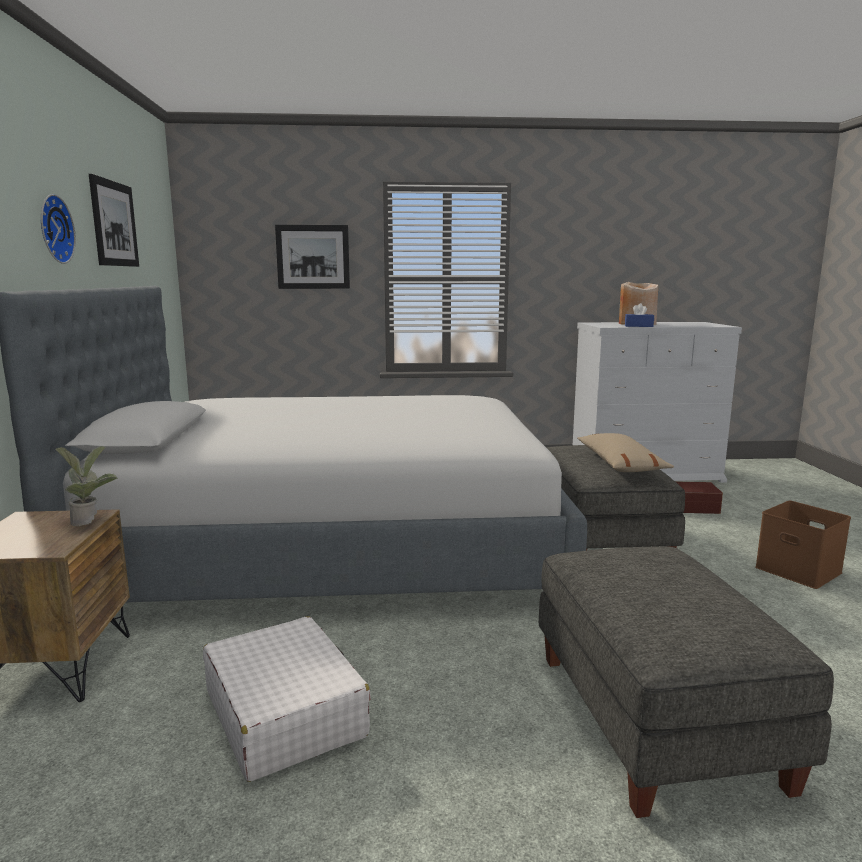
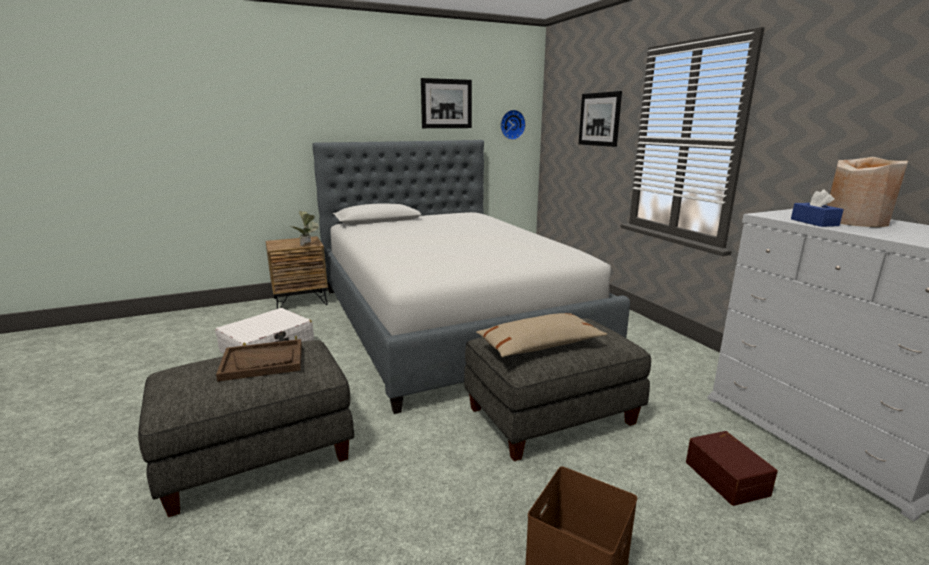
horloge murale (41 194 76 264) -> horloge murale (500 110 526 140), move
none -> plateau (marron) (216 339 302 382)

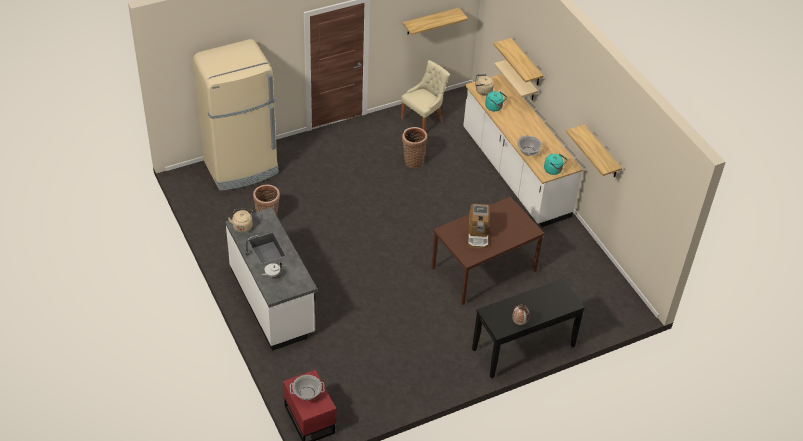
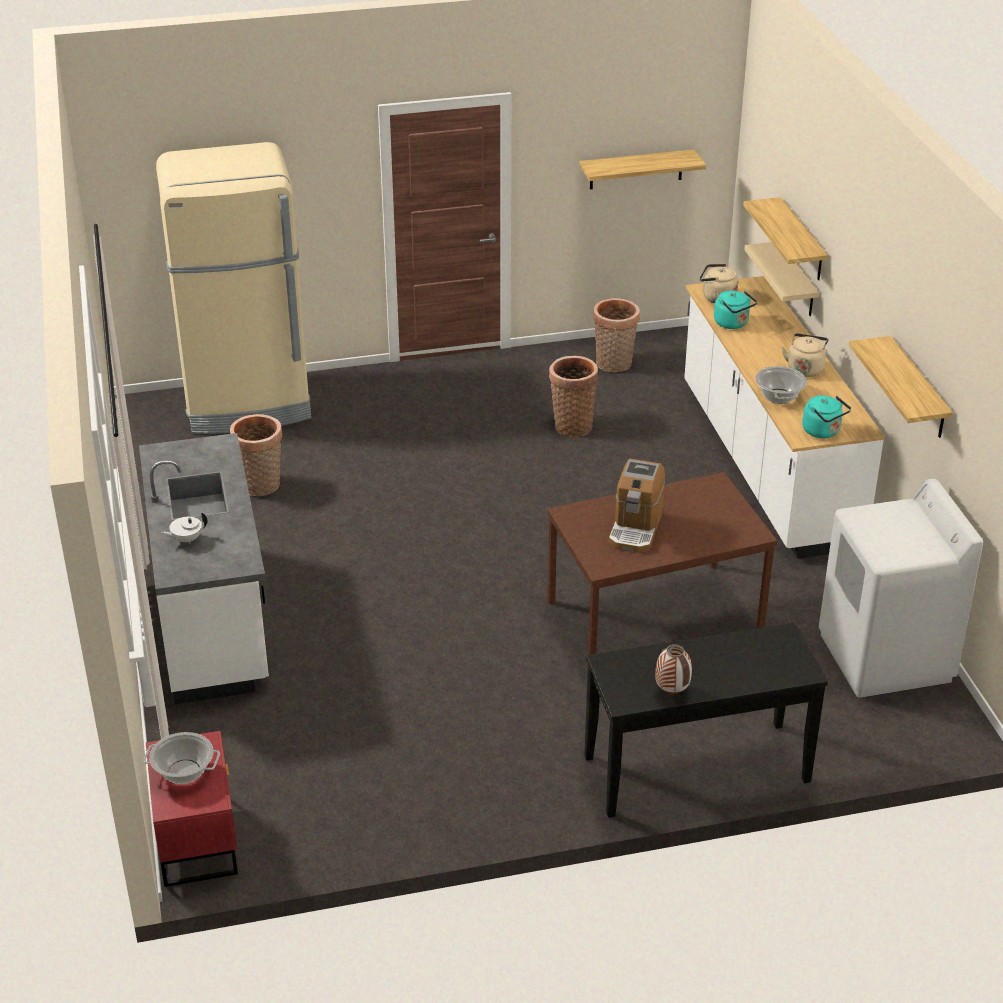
bouilloire (beige) (228 208 253 233) -> bouilloire (beige) (782 333 829 377), move
chaise (beige) (401 60 450 131) -> panier (593 298 640 372)
none -> lave-linge (blanc) (819 479 983 698)

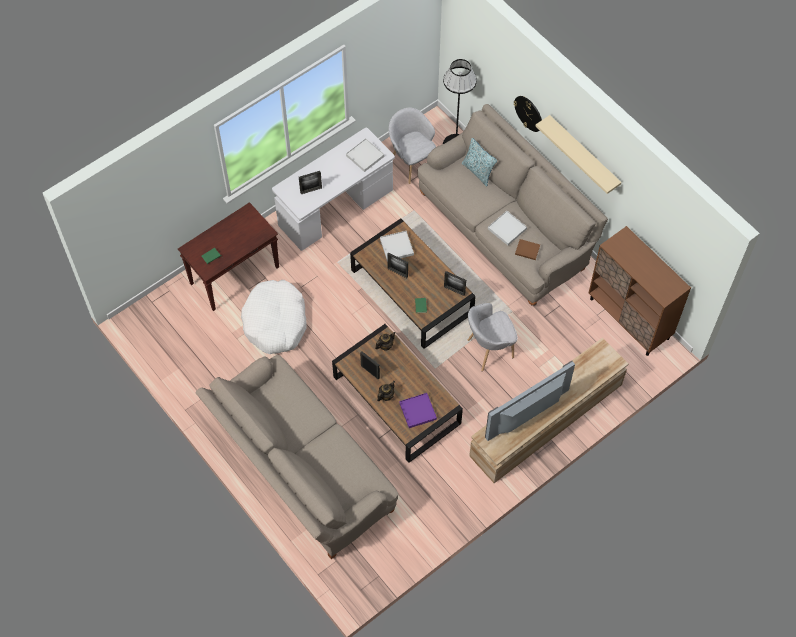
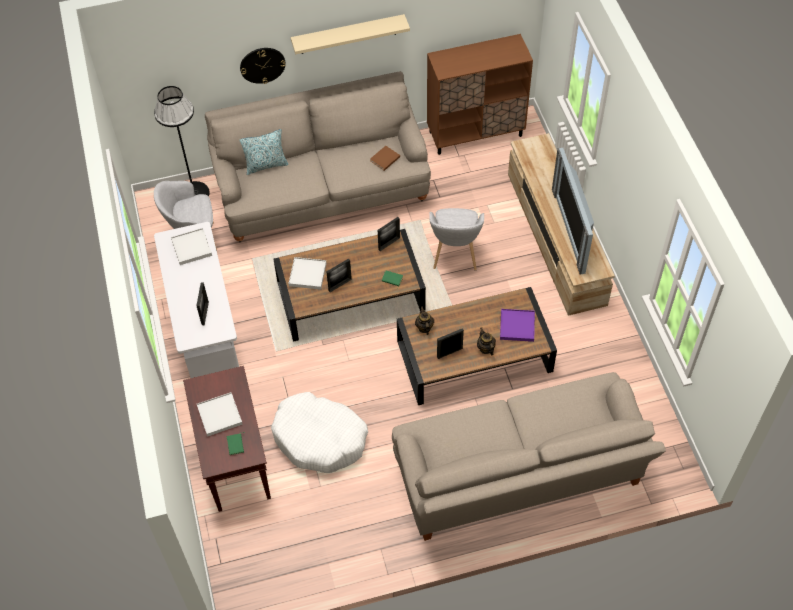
plateau (blanc) (488 211 527 245) -> plateau (blanc) (197 392 243 437), move

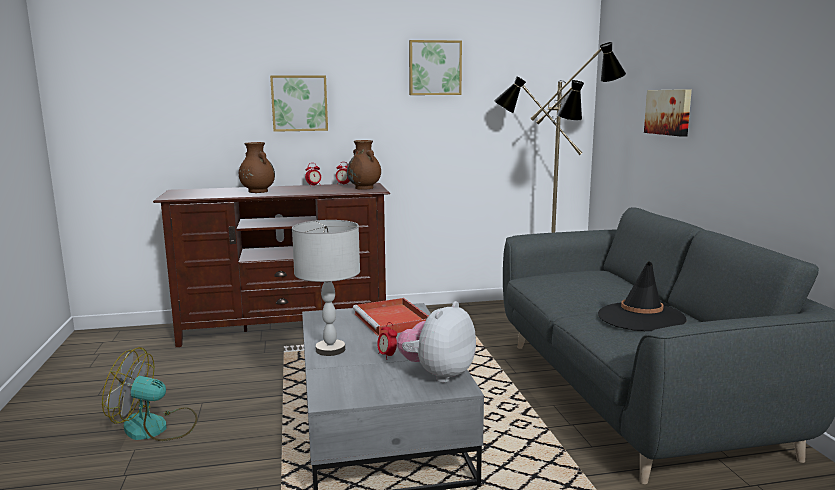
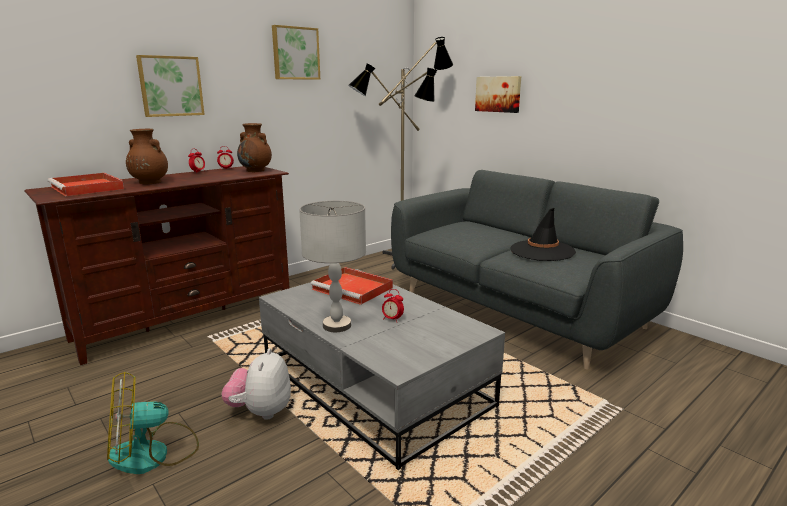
peluche (397 301 476 383) -> peluche (221 348 291 420), move
none -> plateau (rouge) (48 173 124 196)

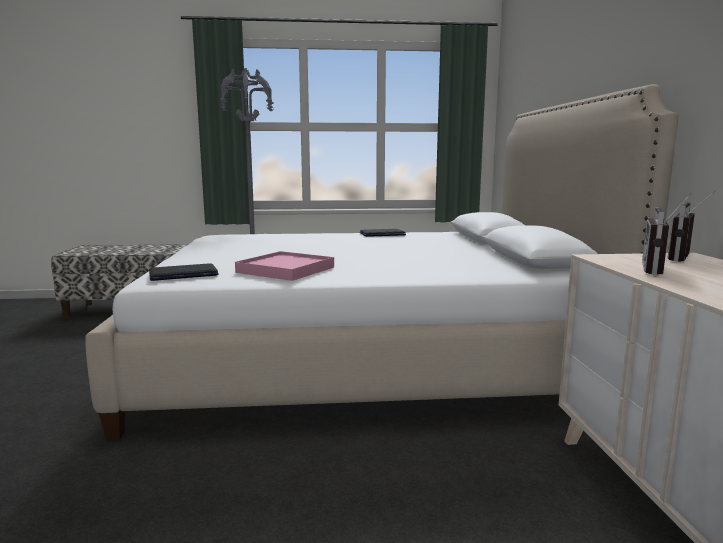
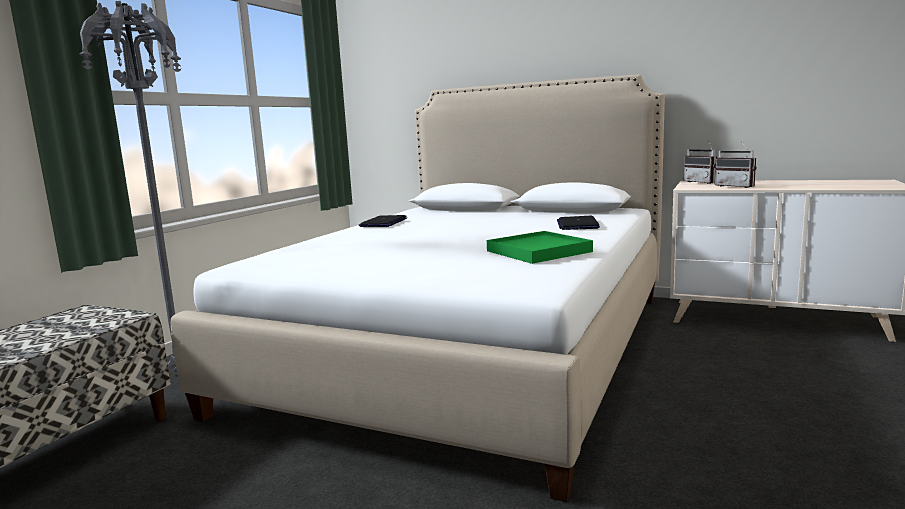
ordinateur portable (149 263 218 281) -> ordinateur portable (557 216 600 230), move
plateau (rose) (235 251 334 281) -> plateau (vert) (487 231 593 264)

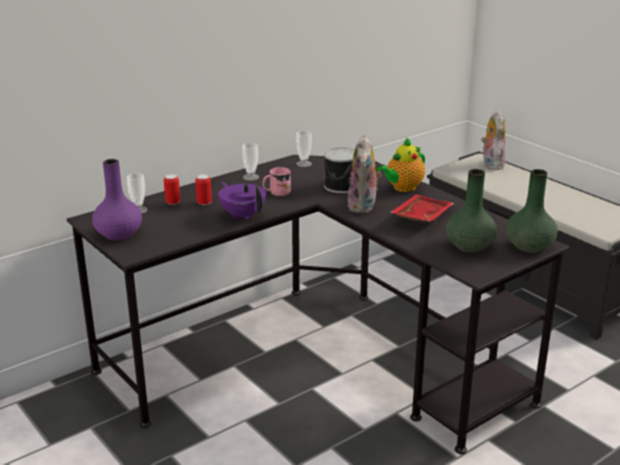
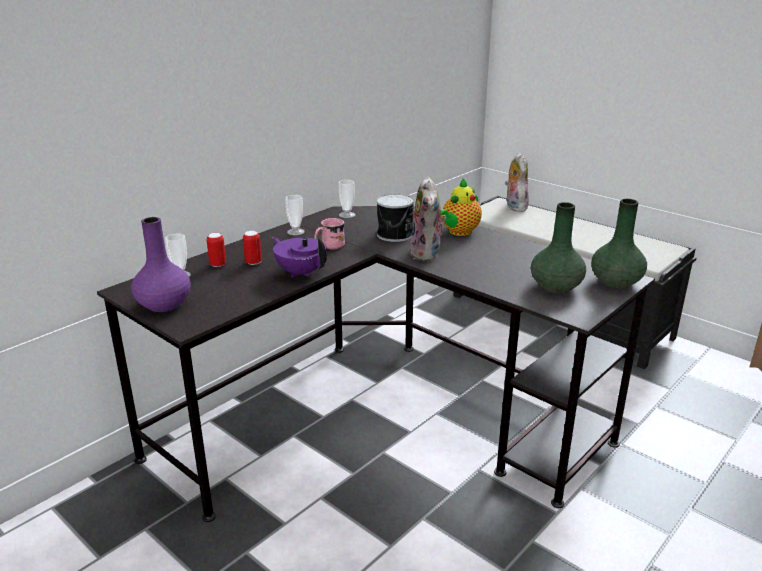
plateau (rouge) (391 194 454 223) -> none

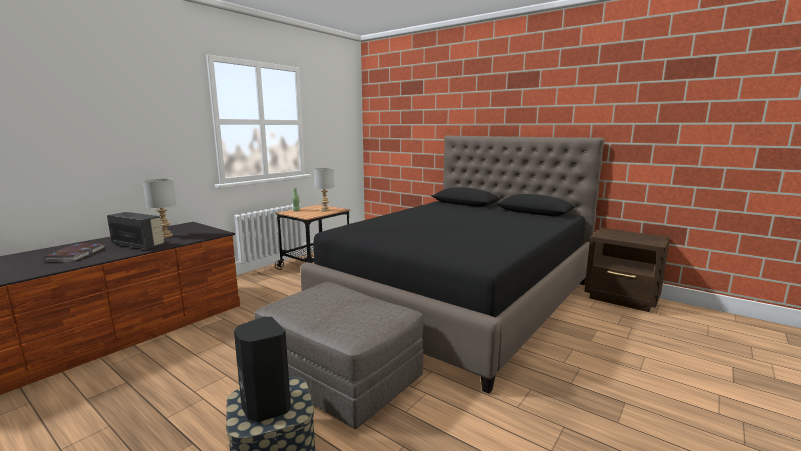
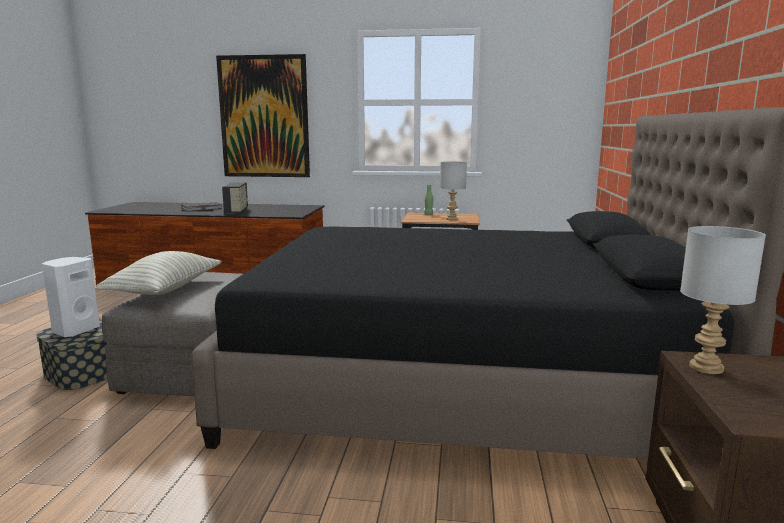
lampe de table (gris) (142 178 176 238) -> lampe de table (gris) (680 226 766 374), move
enceinte (noir) (234 317 291 422) -> enceinte (blanc) (42 257 100 337)
none -> coussin (96 251 222 295)
none -> tableau (216 54 310 177)

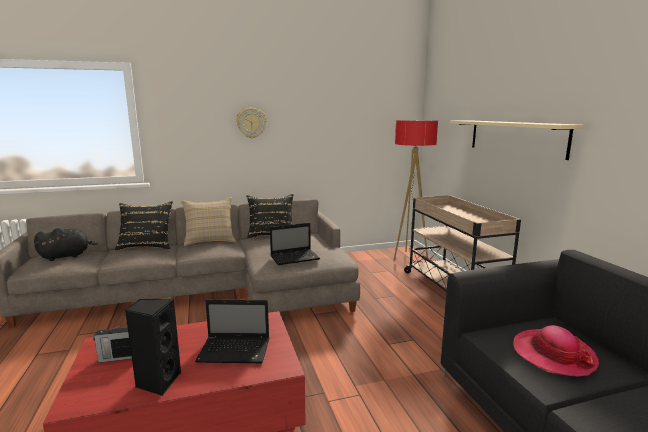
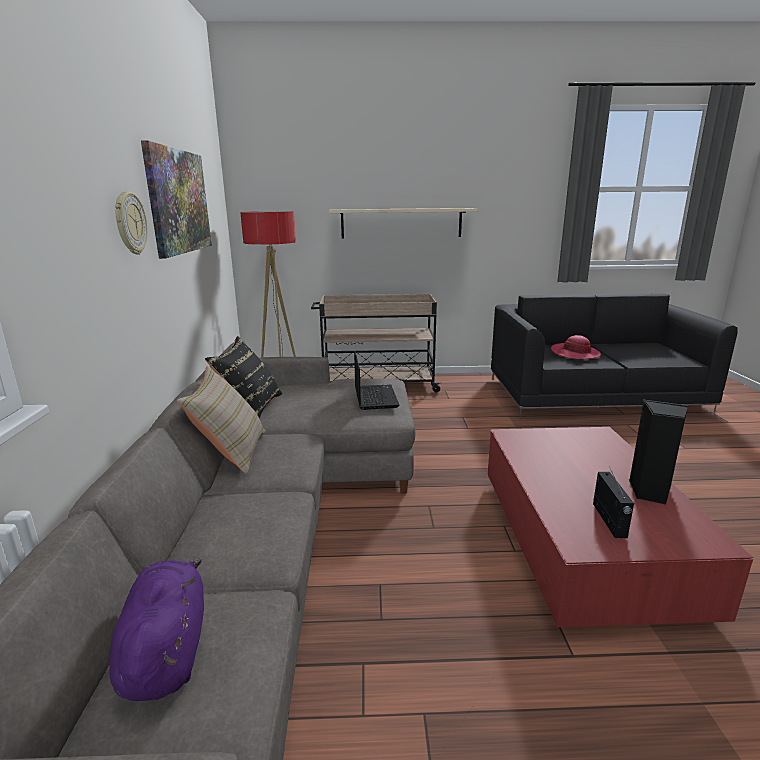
peluche (noir) (34 228 99 261) -> peluche (violet) (109 557 204 701)
coussin (noir) (115 201 173 251) -> none
ordinateur portable (195 299 269 363) -> none
none -> tableau (141 140 212 259)

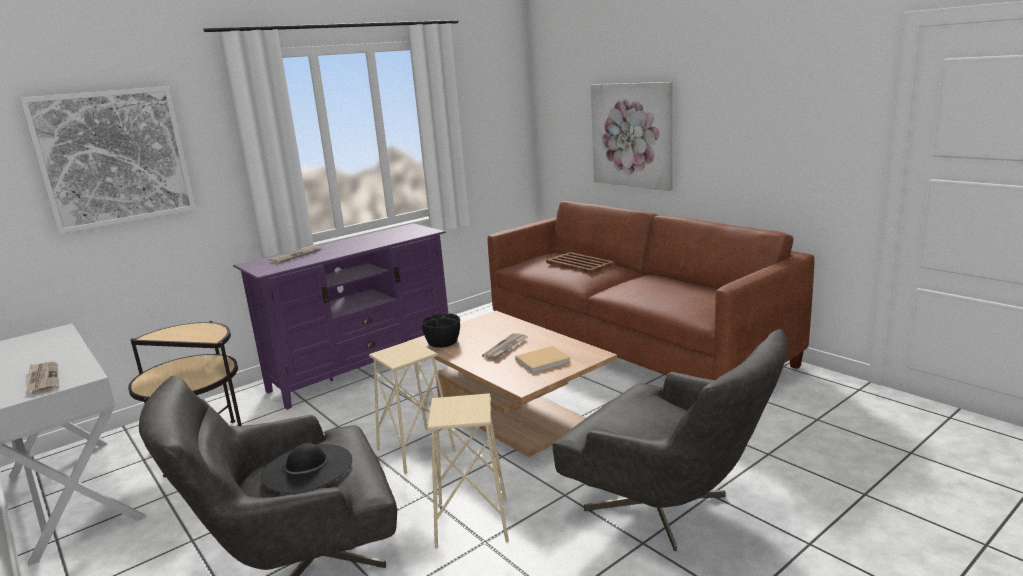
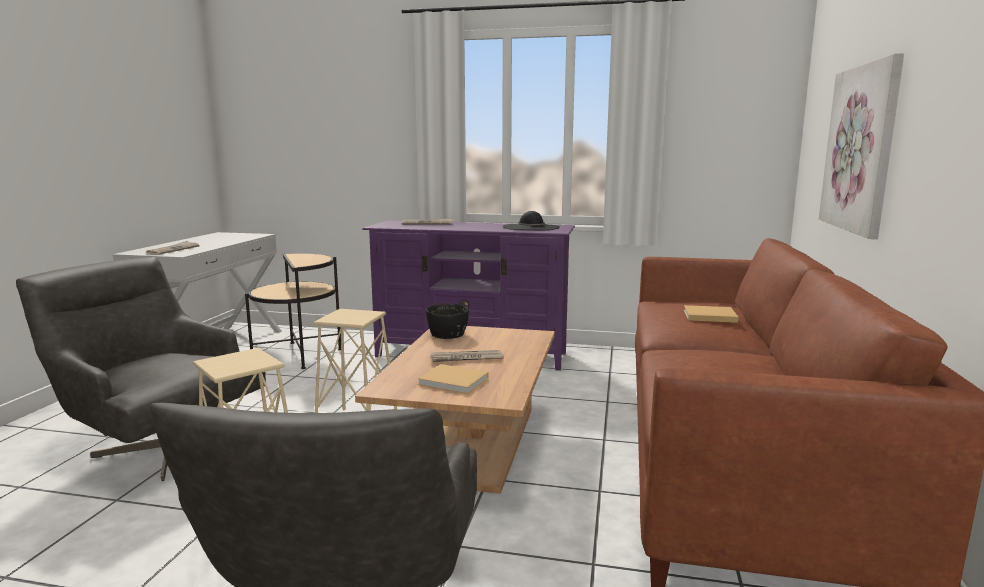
tableau (19 86 196 234) -> none
chapeau (noir) (260 443 352 494) -> chapeau (noir) (503 211 560 231), move
plateau (marron) (546 252 615 274) -> livre (beige) (684 305 738 323)

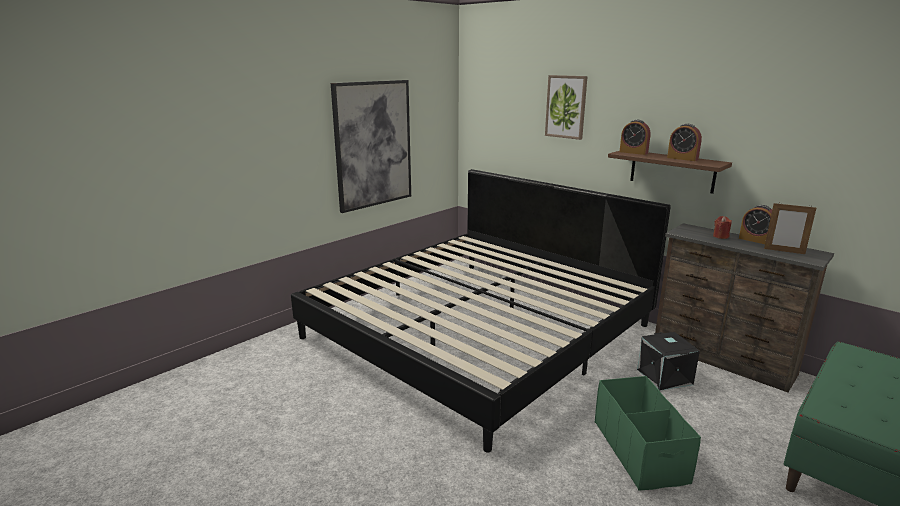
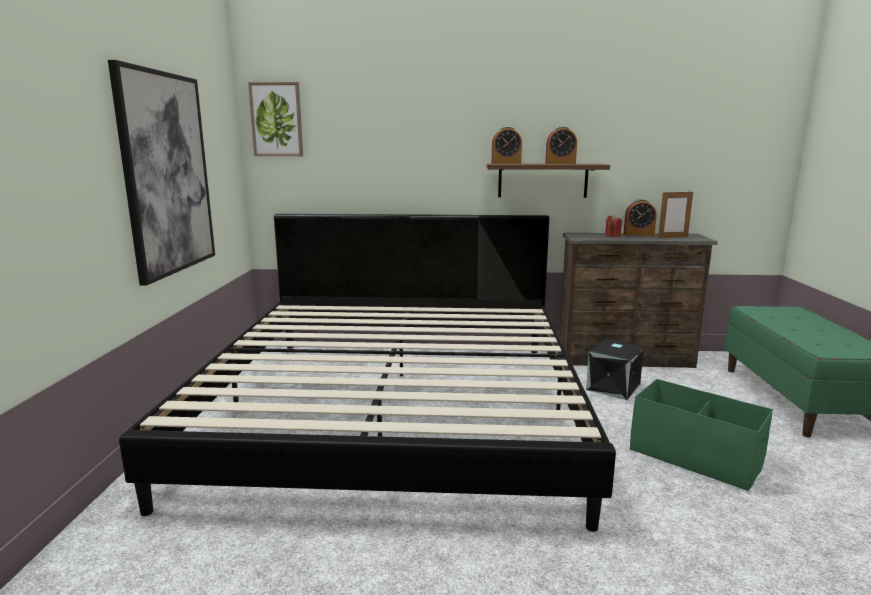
tableau (545 75 588 140) -> tableau (248 82 303 156), move

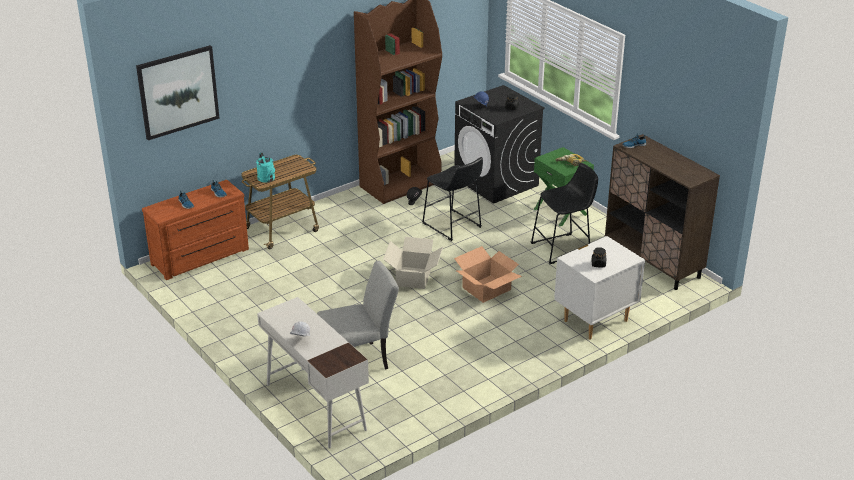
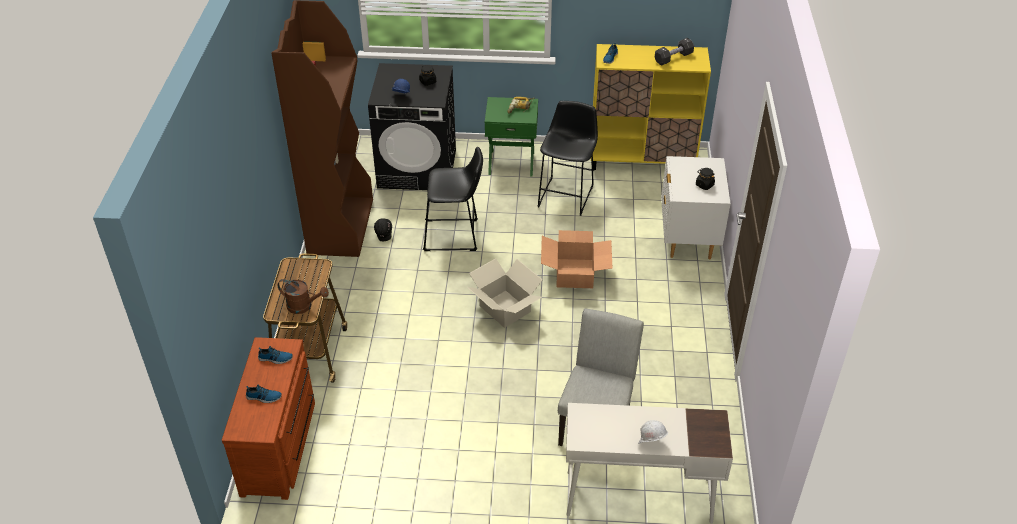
tableau (136 45 220 140) -> none
arrosoir (turquoise) (256 153 275 183) -> arrosoir (marron) (278 279 329 314)
meuble de rangement (marron) (605 134 720 290) -> meuble de rangement (jaune) (591 44 711 170)
none -> haltère (noir) (655 38 694 66)

